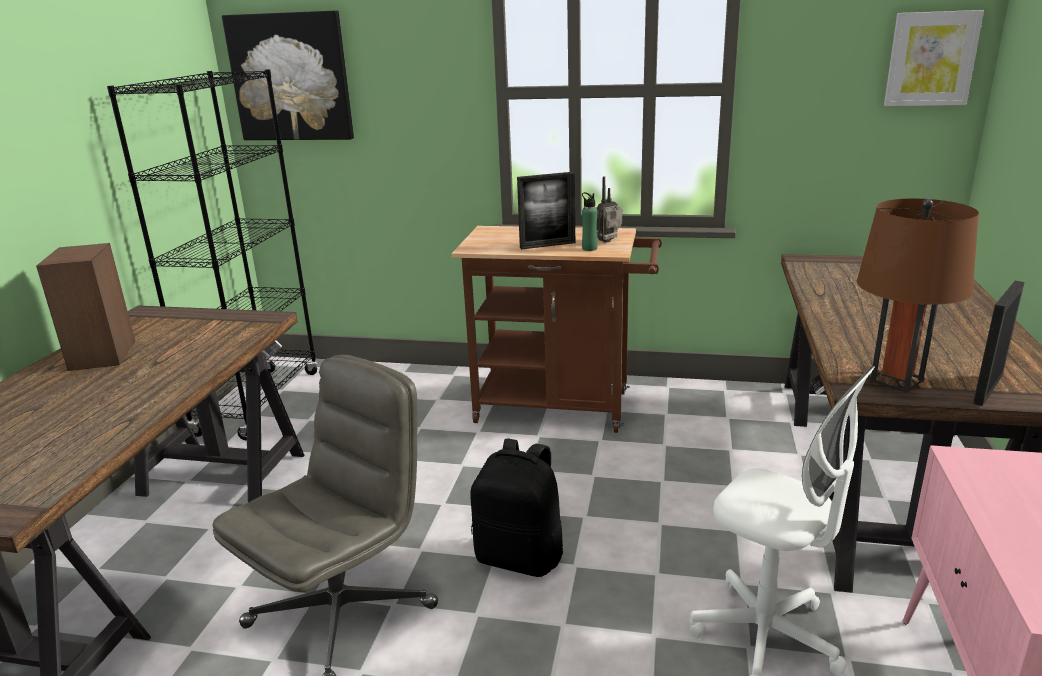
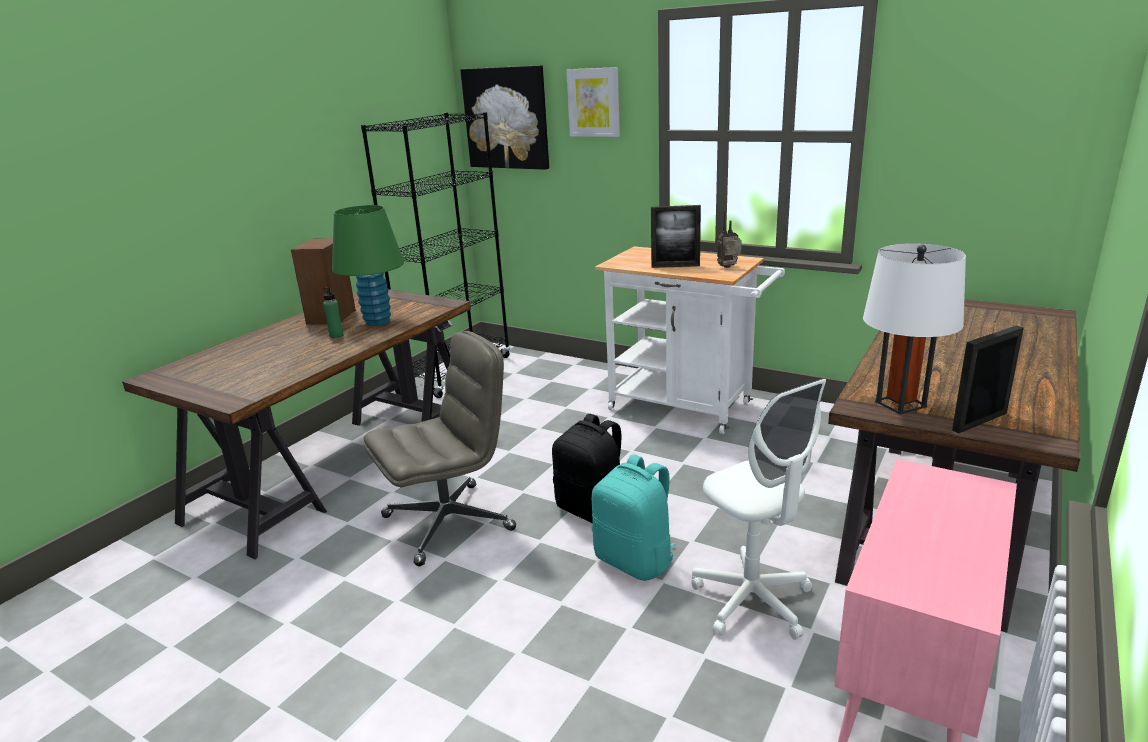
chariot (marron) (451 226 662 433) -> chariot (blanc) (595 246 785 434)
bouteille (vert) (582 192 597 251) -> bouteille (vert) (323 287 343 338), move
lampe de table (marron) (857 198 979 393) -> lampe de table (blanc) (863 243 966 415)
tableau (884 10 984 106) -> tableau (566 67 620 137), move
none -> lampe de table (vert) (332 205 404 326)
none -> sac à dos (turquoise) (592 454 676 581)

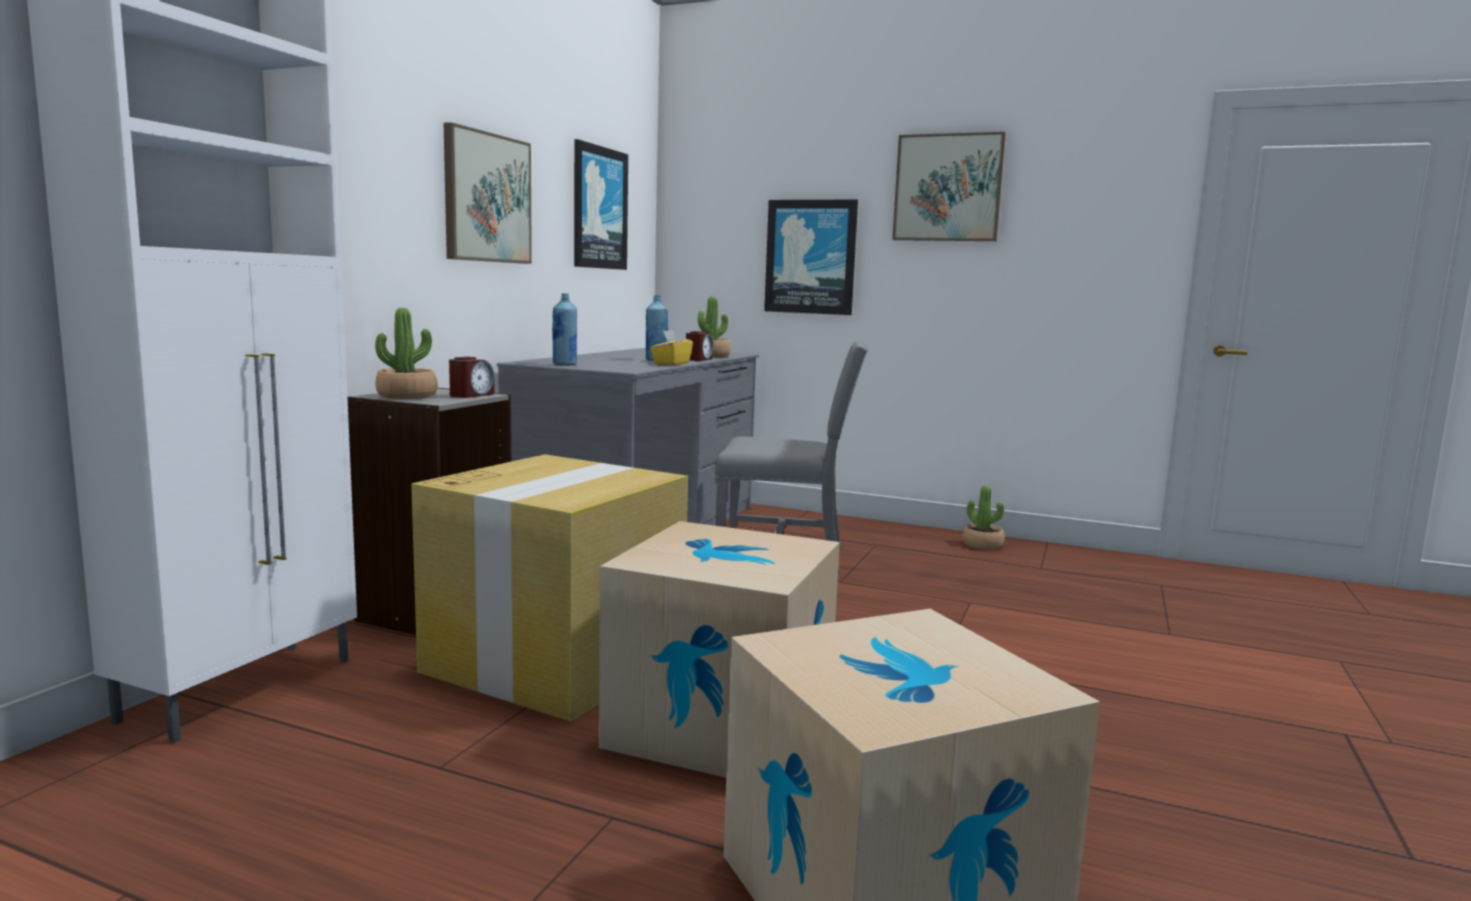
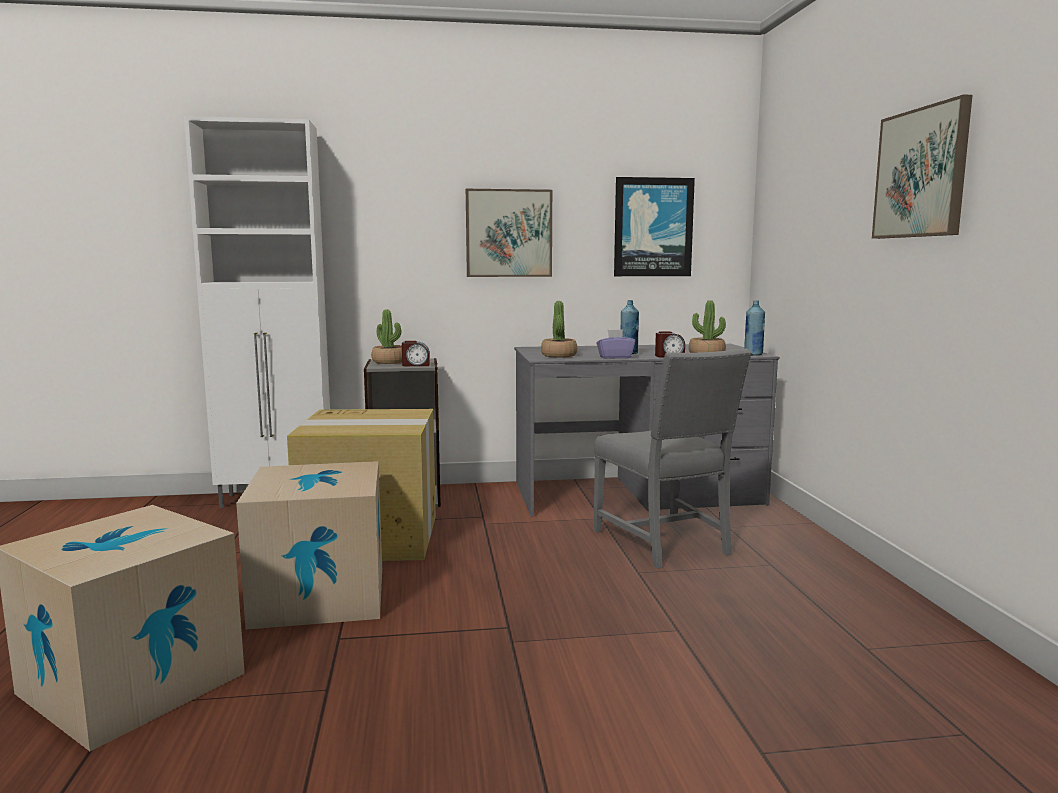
bouteille (bleu) (552 293 577 366) -> bouteille (bleu) (744 300 765 355), move
boîte à mouchoirs (jaune) (651 330 693 365) -> boîte à mouchoirs (violet) (596 329 635 359)
tableau (764 200 858 315) -> none
plante en pot (962 485 1005 550) -> plante en pot (541 301 577 358), move

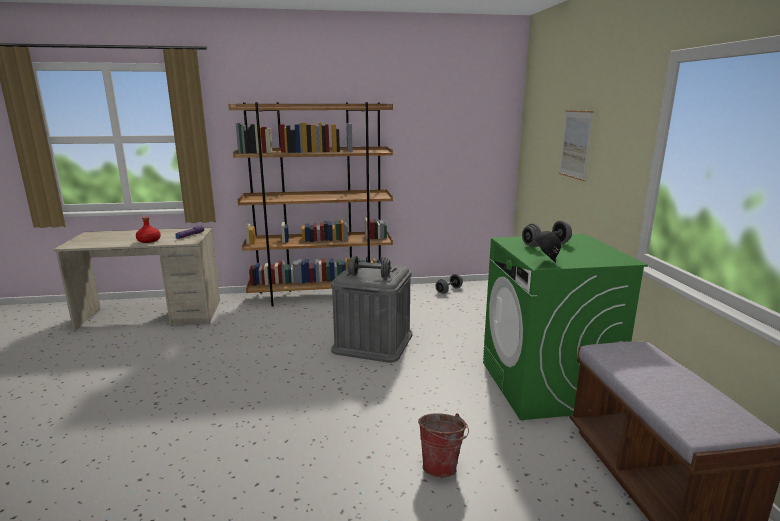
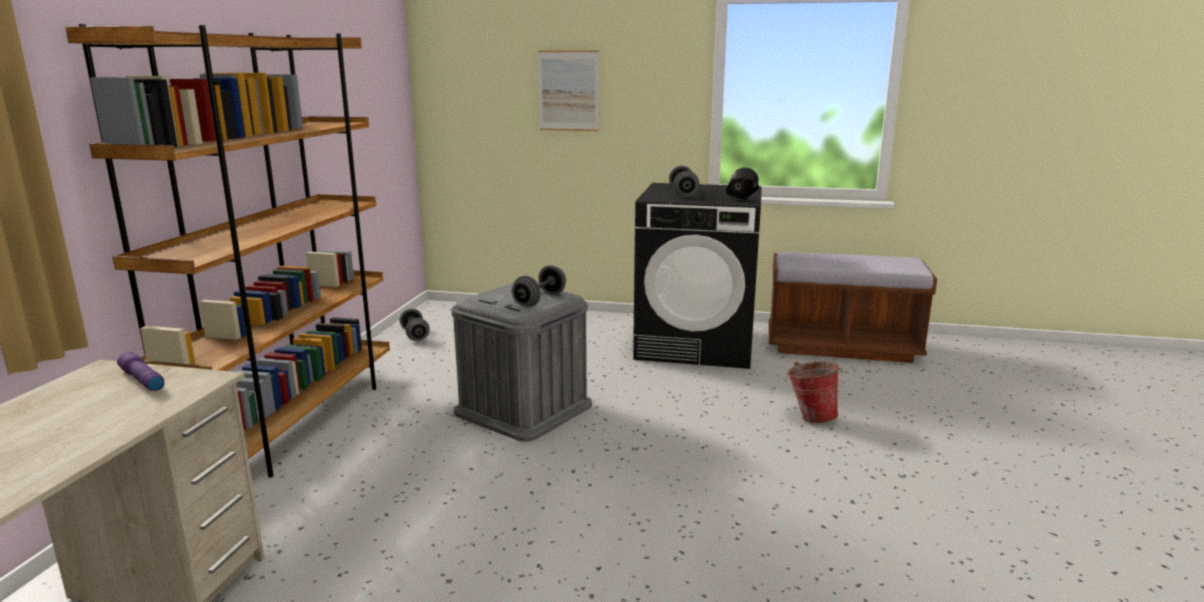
bouteille (rouge) (136 217 161 243) -> none
lave-linge (vert) (483 234 648 420) -> lave-linge (noir) (633 183 762 369)

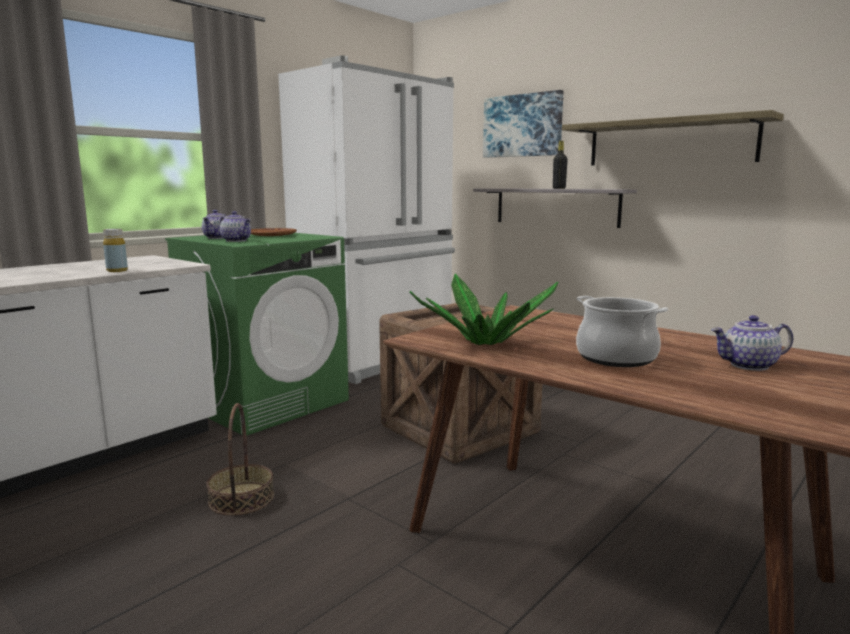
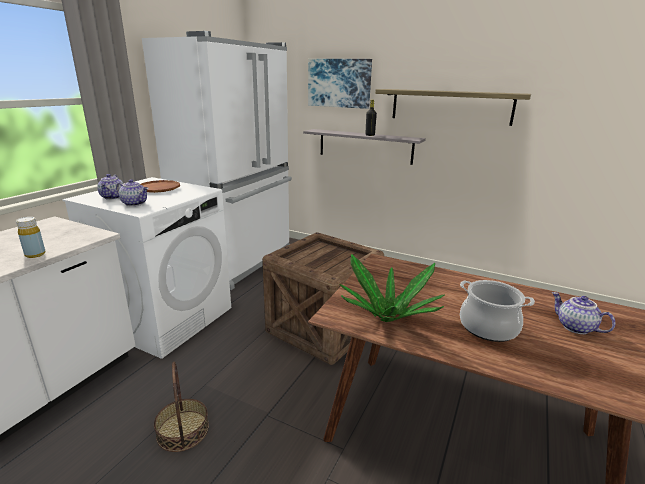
lave-linge (vert) (165 233 349 436) -> lave-linge (blanc) (62 177 231 359)
théière (712 315 793 371) -> théière (552 292 615 334), 75 degrees clockwise

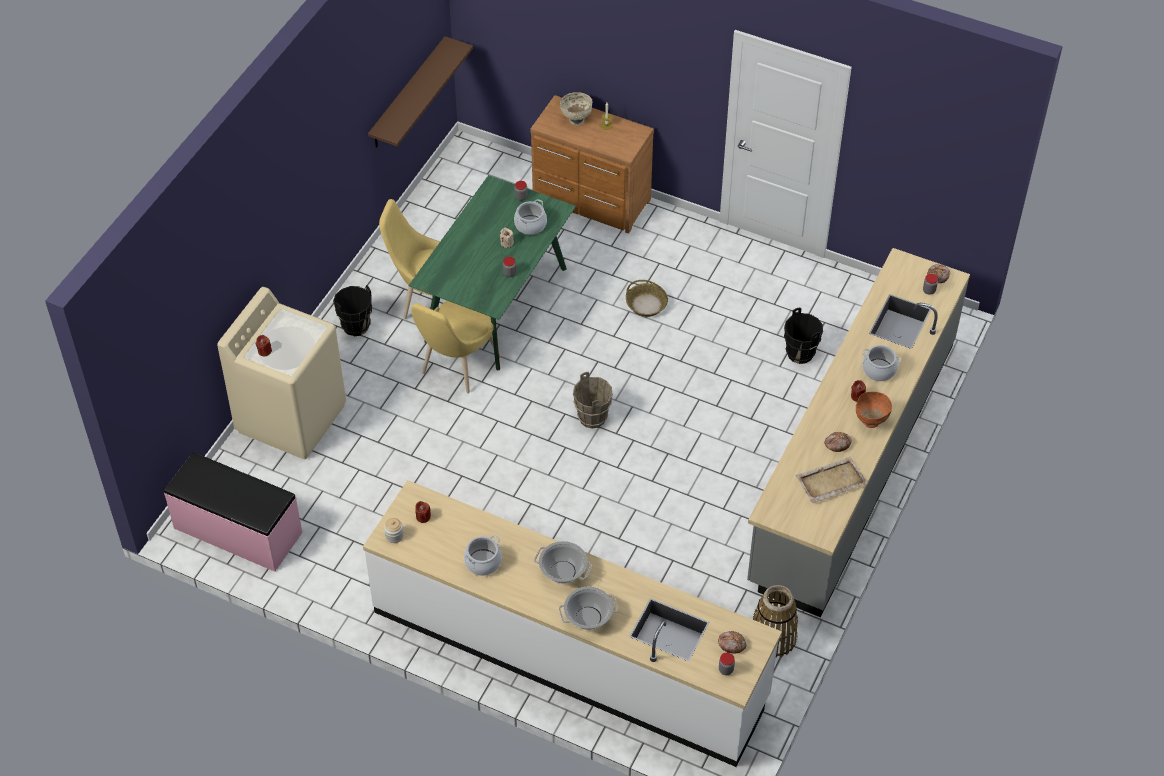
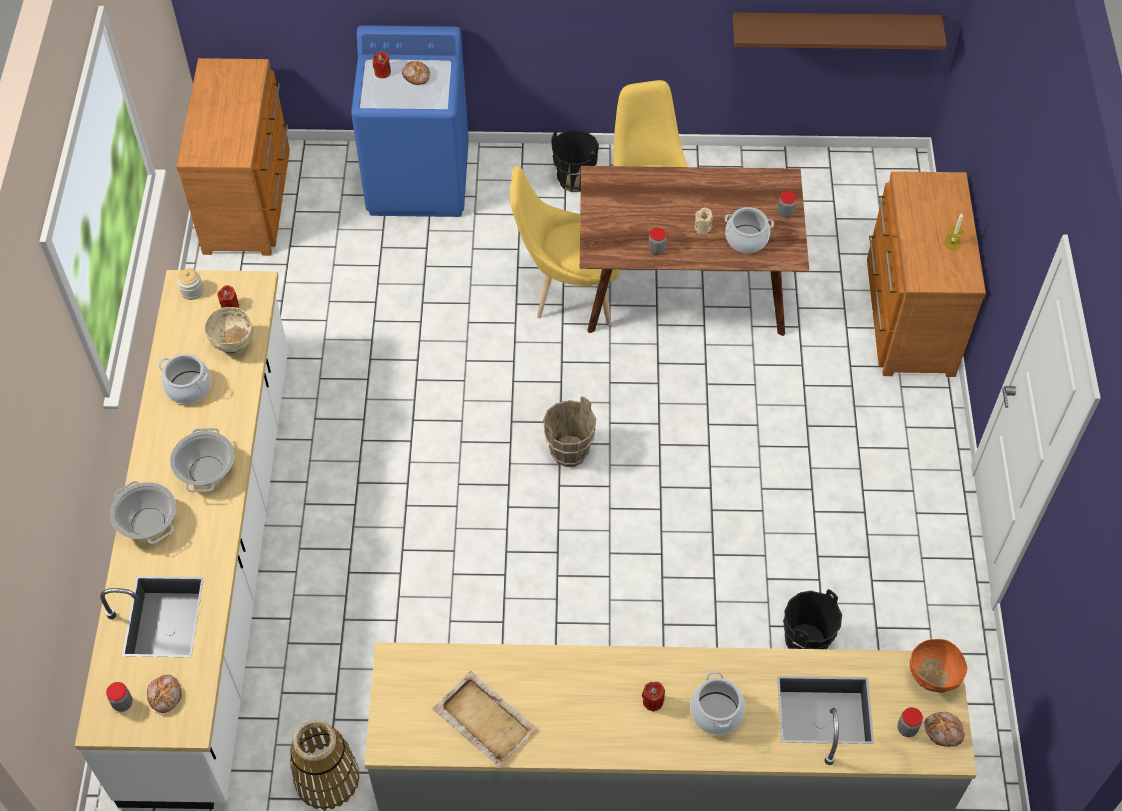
banc (rose) (164 452 302 572) -> commode (marron) (177 58 290 256)
lave-linge (beige) (217 287 346 459) -> lave-linge (bleu) (351 25 469 217)
table à manger (vert) (409 175 576 370) -> table à manger (marron) (580 166 809 336)
bol (beige) (560 92 593 125) -> bol (beige) (205 307 253 356), move
panier (626 280 668 317) -> none
pain (824 432 852 452) -> pain (402 61 430 85), move
bol (orange) (856 391 892 428) -> bol (orange) (910 639 967 693), move

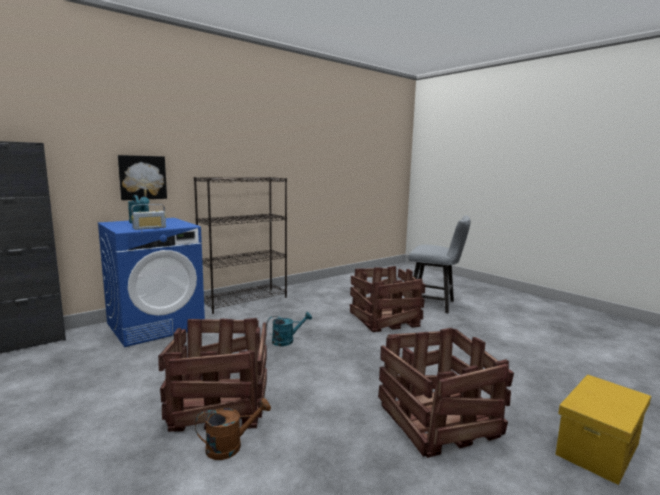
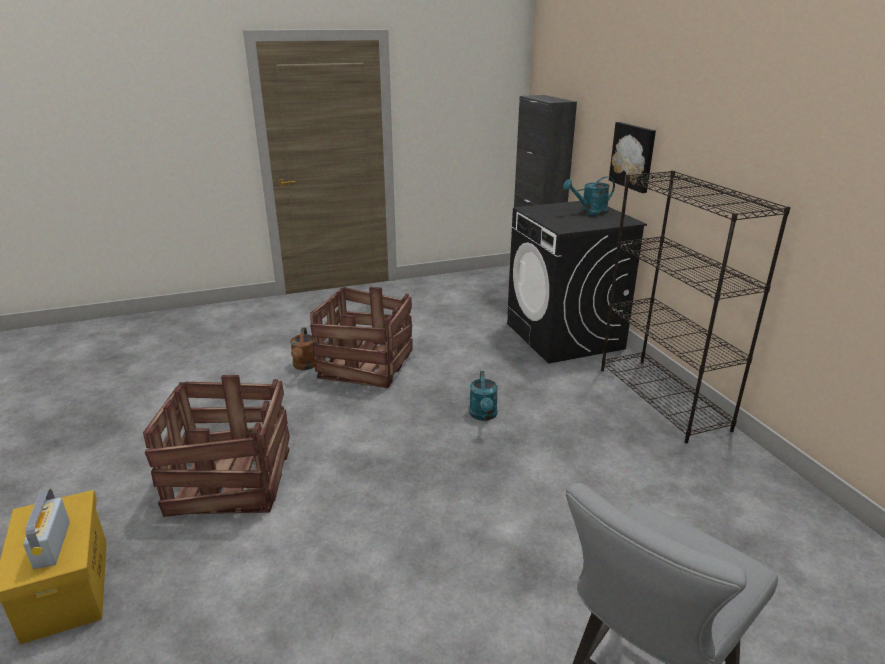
lave-linge (bleu) (98 218 205 347) -> lave-linge (noir) (507 201 647 363)
radio (131 204 166 230) -> radio (23 489 70 569), move
caisse (350 266 426 332) -> none

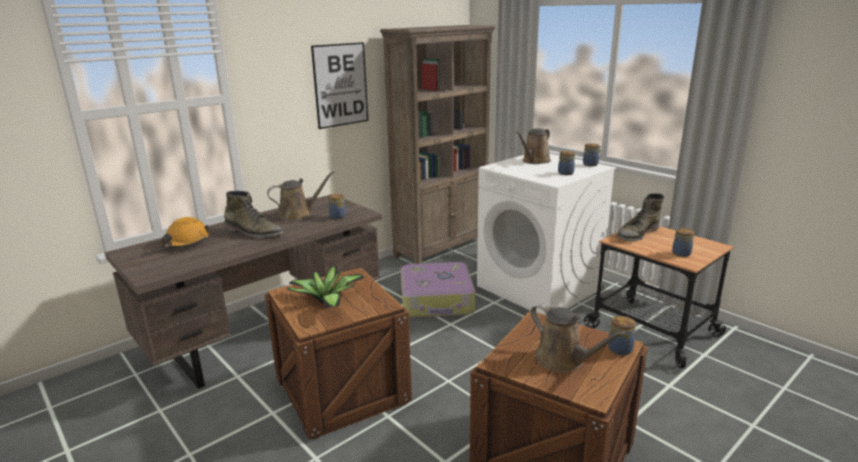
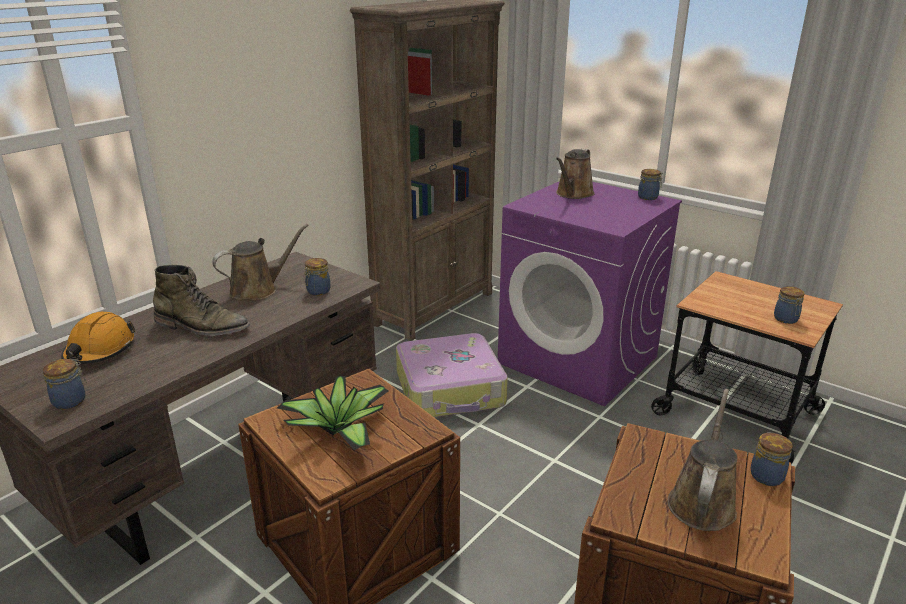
tableau (311 42 368 129) -> none
lave-linge (blanc) (477 153 616 315) -> lave-linge (violet) (498 181 682 406)
arrosoir (marron) (531 303 627 372) -> arrosoir (marron) (667 389 737 531), 105 degrees counterclockwise
bocal (558 151 575 175) -> bocal (43 359 87 410), move
botte (vert) (616 193 664 241) -> none

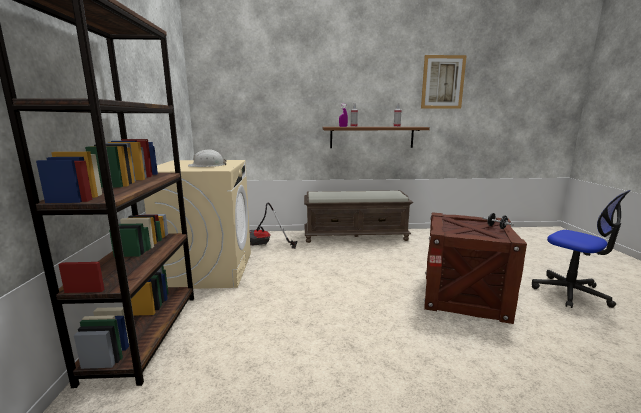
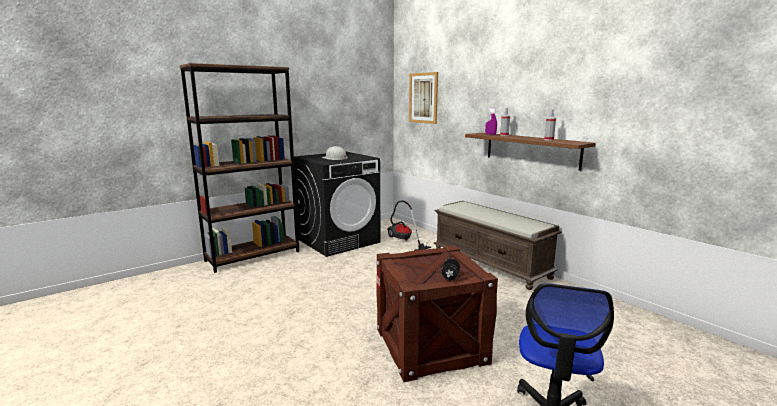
lave-linge (beige) (144 160 251 289) -> lave-linge (noir) (294 152 381 257)
tableau (421 55 467 109) -> tableau (409 72 438 124), move

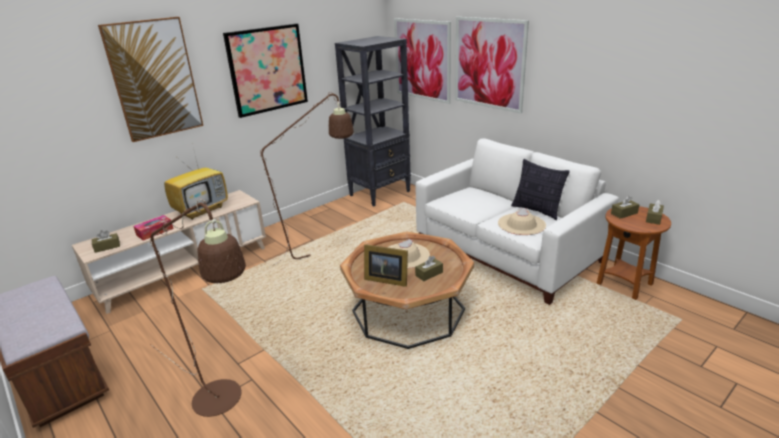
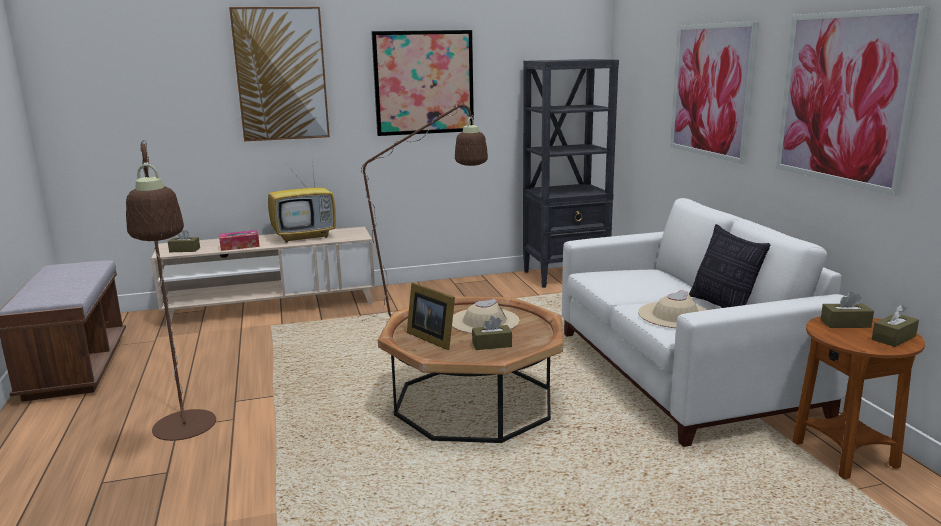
tableau (394 18 451 104) -> tableau (776 6 930 196), move

